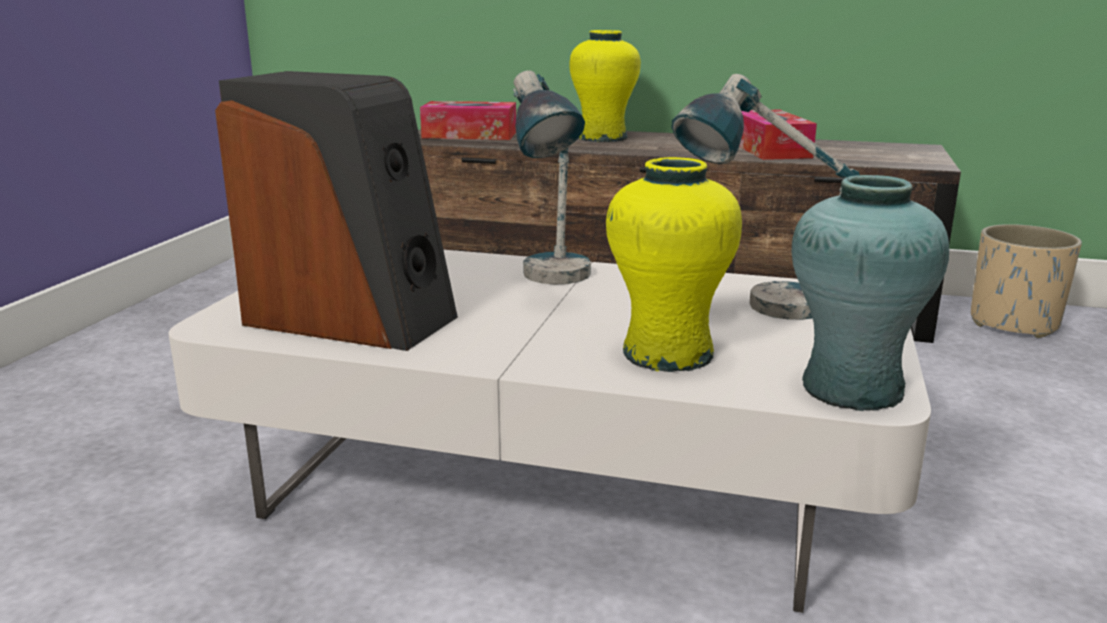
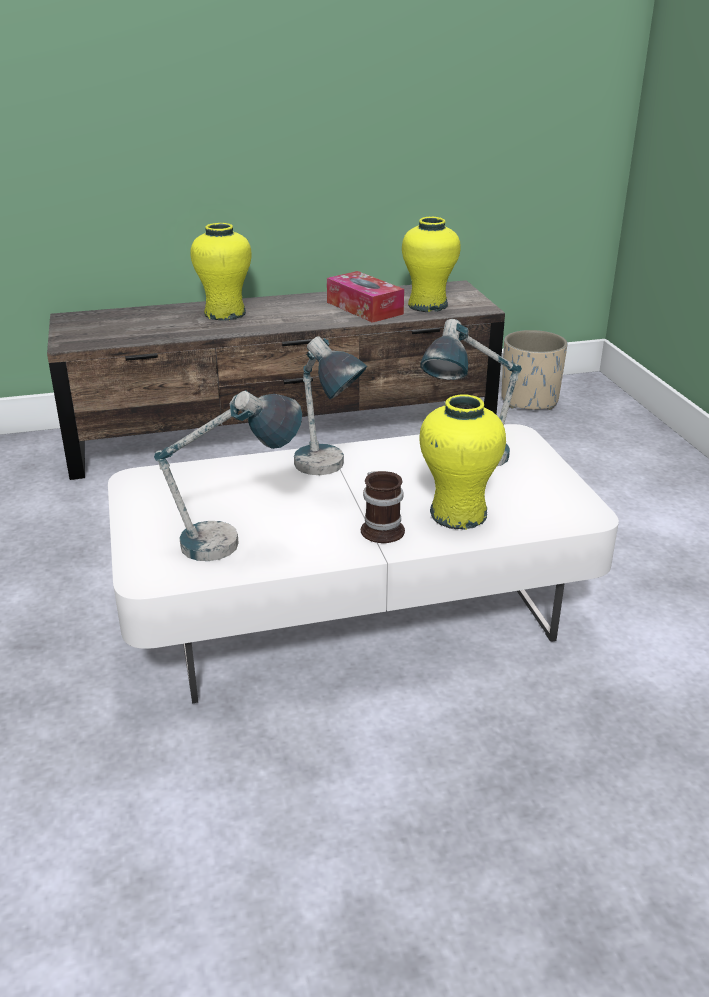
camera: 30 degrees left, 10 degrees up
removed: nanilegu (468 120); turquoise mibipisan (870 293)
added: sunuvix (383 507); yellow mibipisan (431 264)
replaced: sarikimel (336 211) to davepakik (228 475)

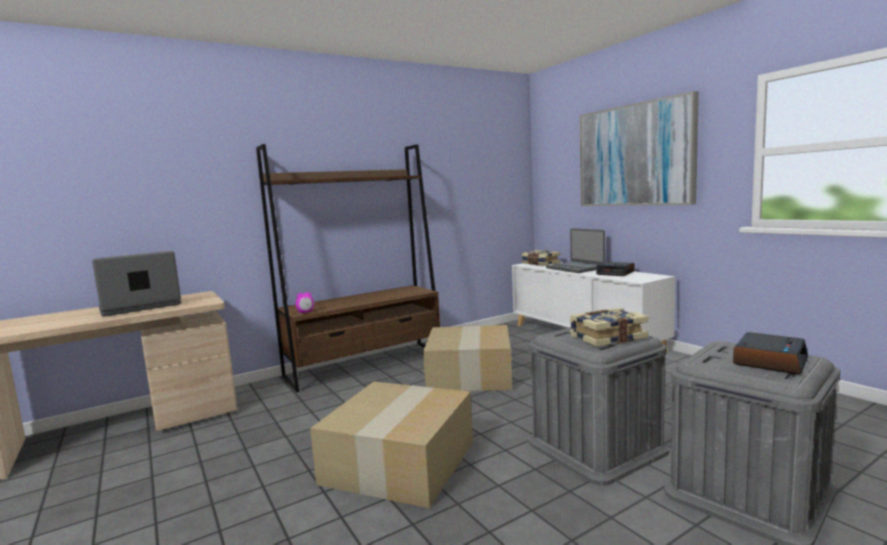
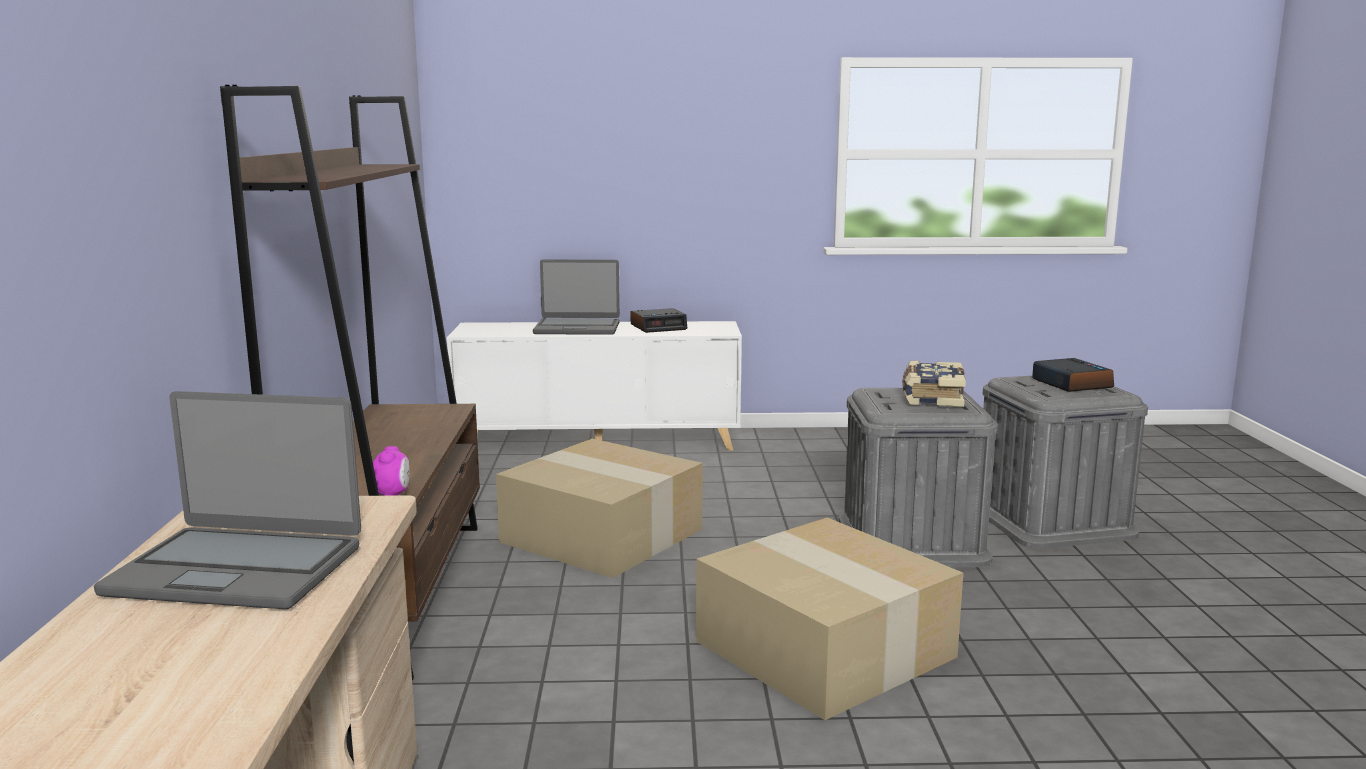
camera: 60 degrees left, 5 degrees up
removed: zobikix (541 258); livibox (639 148)
turned: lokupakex (136 284) = (227 500) 75 degrees counterclockwise

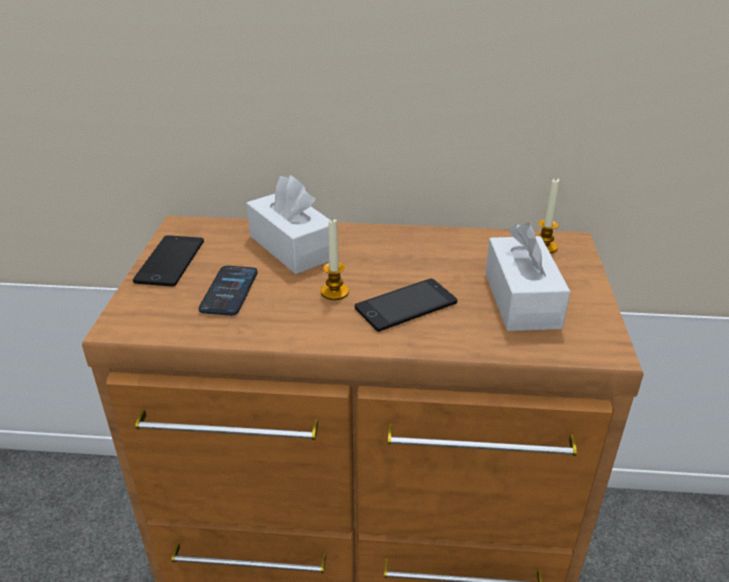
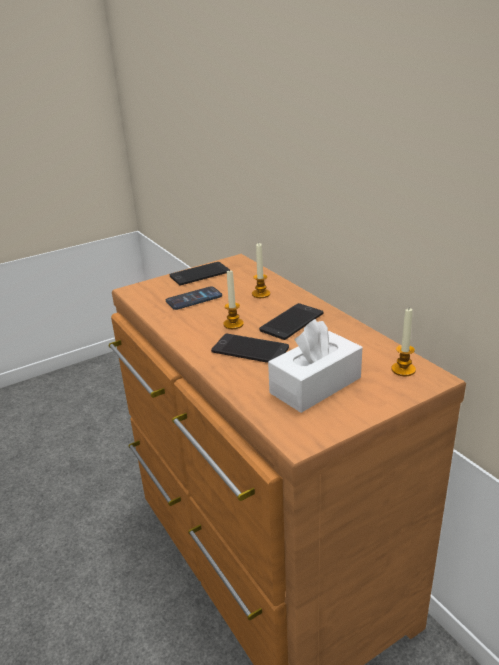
camera: 55 degrees right, 5 degrees down
added: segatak (291 321)
replaced: white nanilegu (288 224) to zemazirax (261 270)

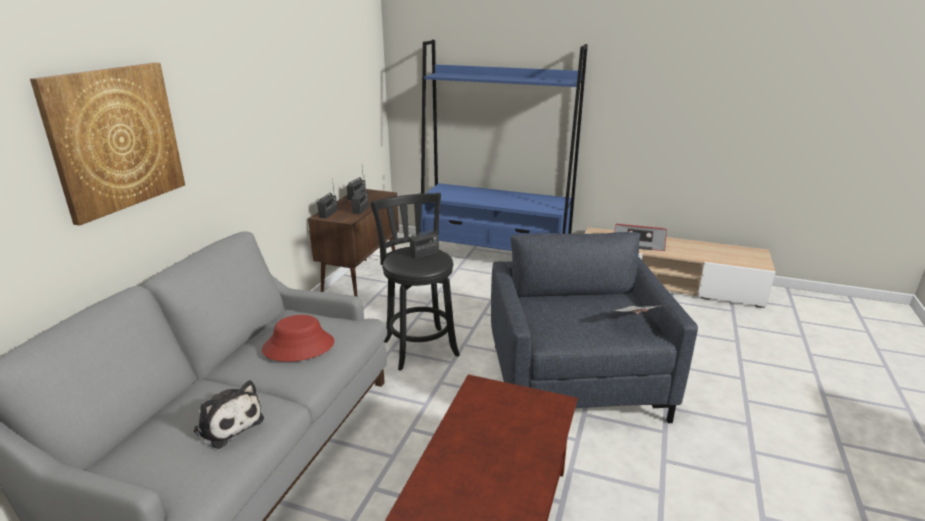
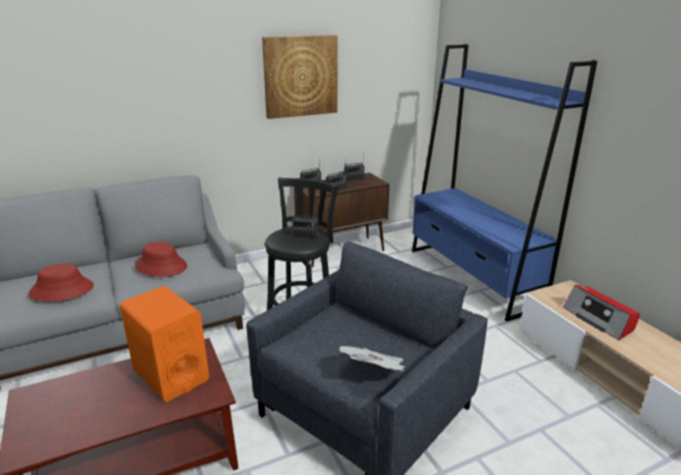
camera: 45 degrees right, 0 degrees up
added: orange sarikimel (164 344)
moved: livibox (107 144) to (300 77)
replaced: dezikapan (229 414) to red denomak (61 282)

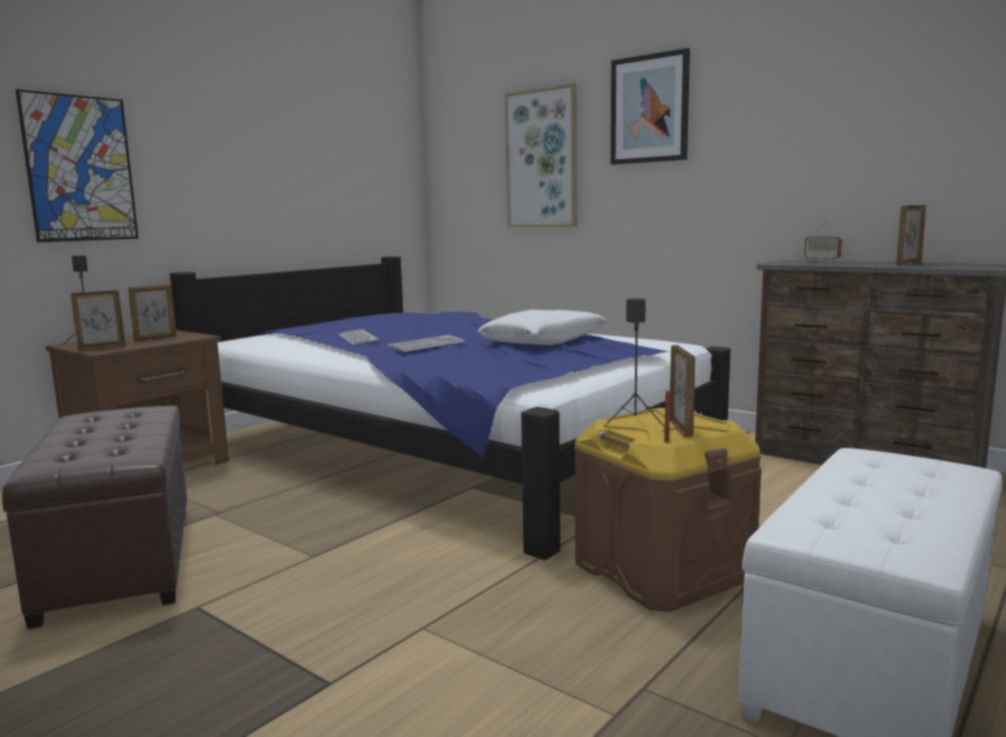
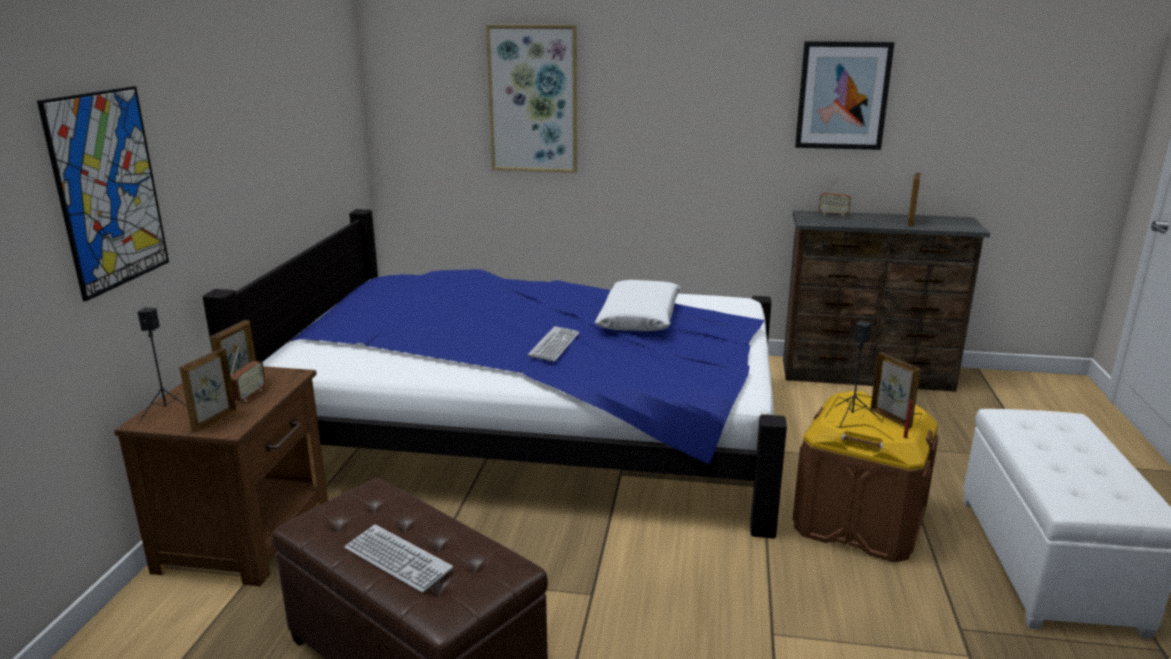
camera: 30 degrees left, 10 degrees up
added: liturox (248 374)
moved: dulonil (359 337) to (398 559); livibox (650 106) to (845 95)

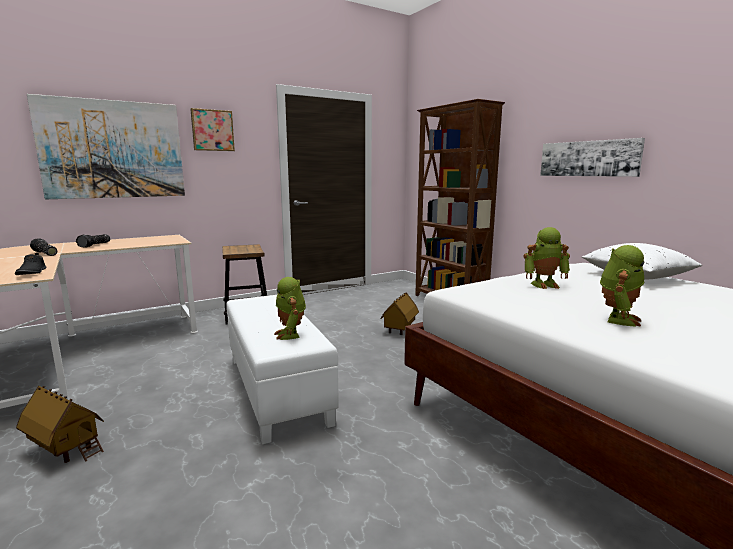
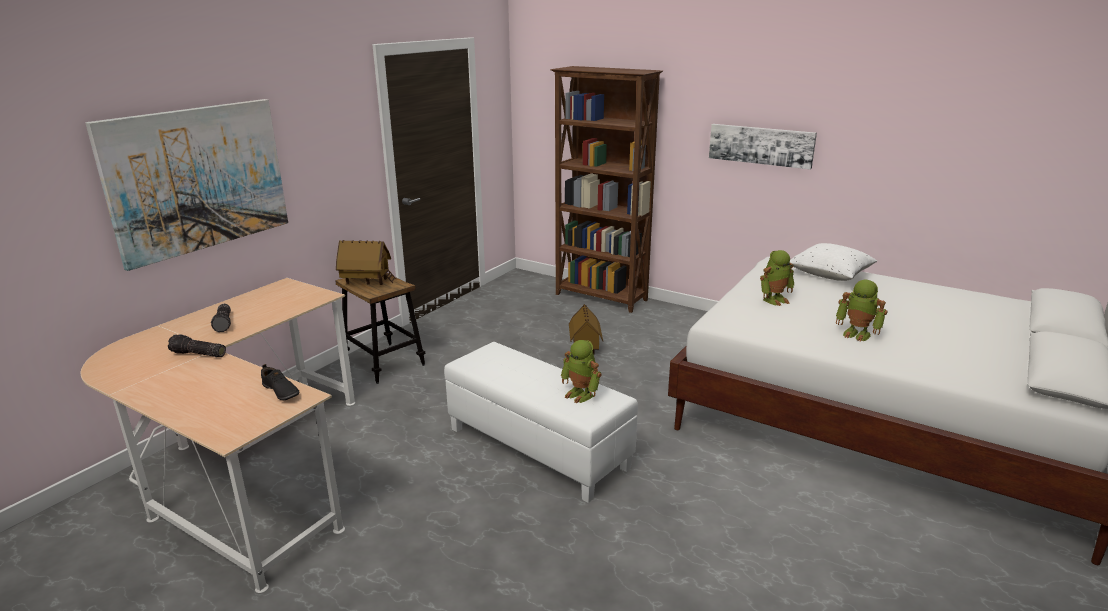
camera: 25 degrees left, 10 degrees up
removed: livibox (212 129)
moved: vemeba (60 424) to (366 262)
turned: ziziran (622 286) = (862 311) 120 degrees clockwise

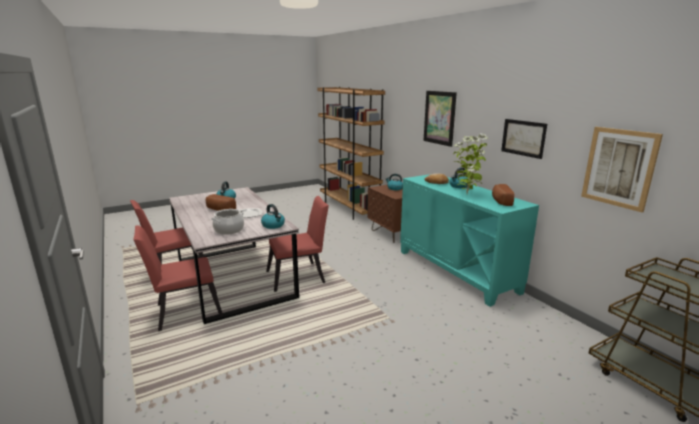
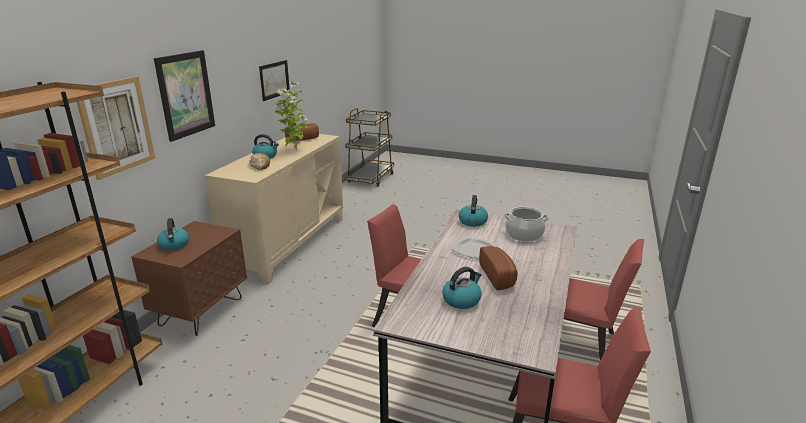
camera: 130 degrees left, 5 degrees up
moved: livibox (622 169) to (116 128)
recoloured: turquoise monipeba (469 240) to beige monipeba (274 209)

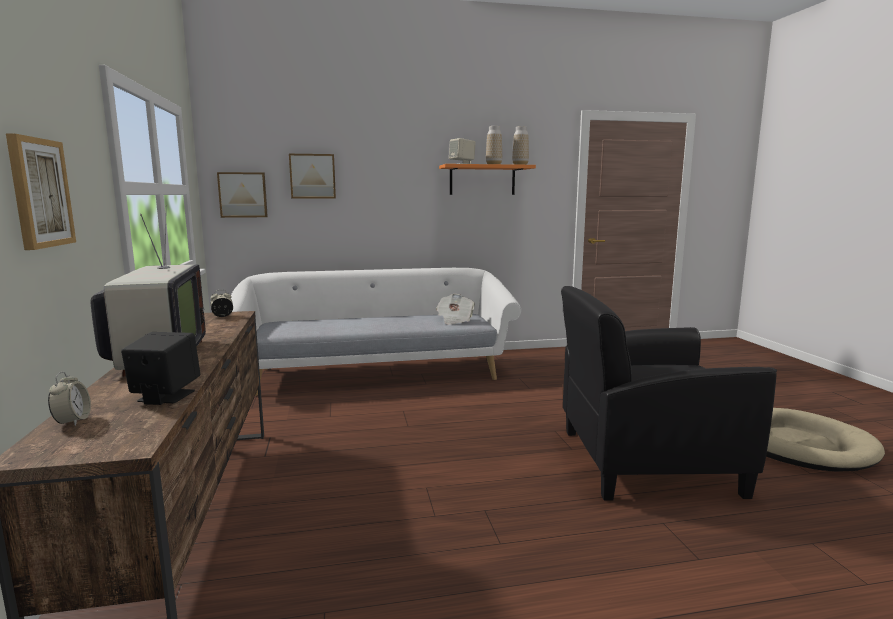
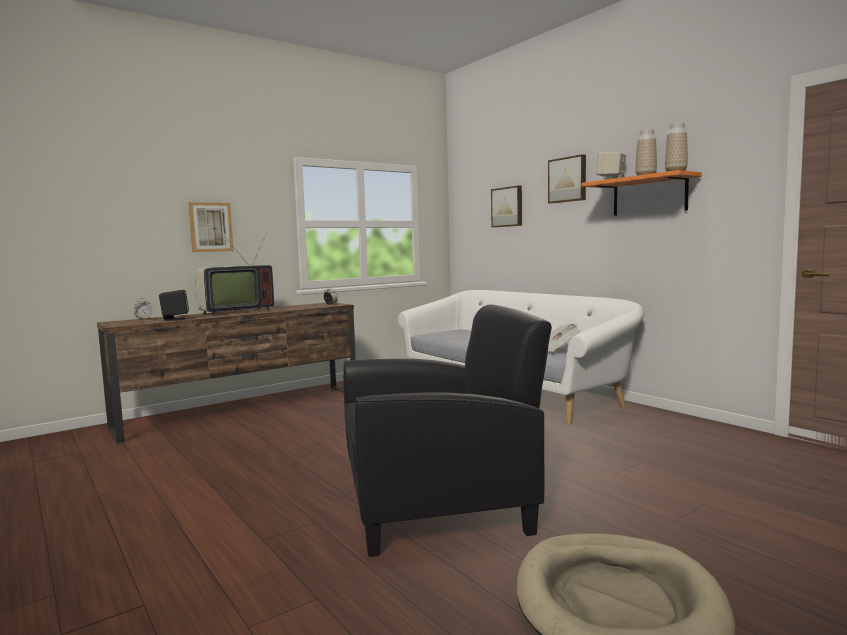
camera: 65 degrees right, 5 degrees down
moved: livibox (242 195) to (567 179)
turned: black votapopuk (669 393) = (447 430) 105 degrees clockwise

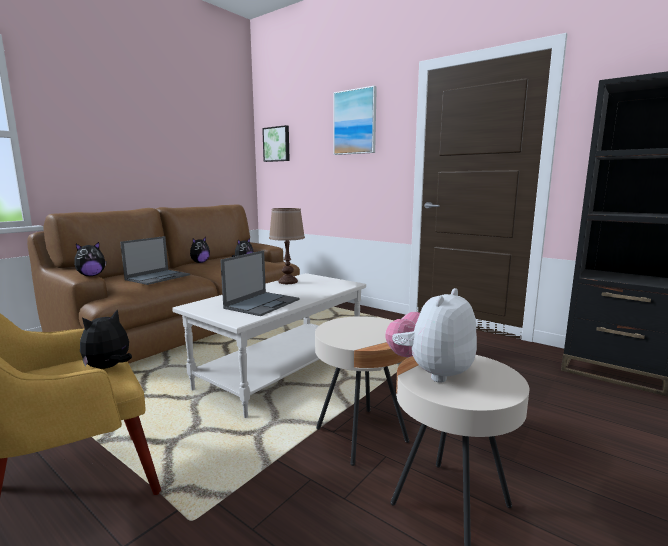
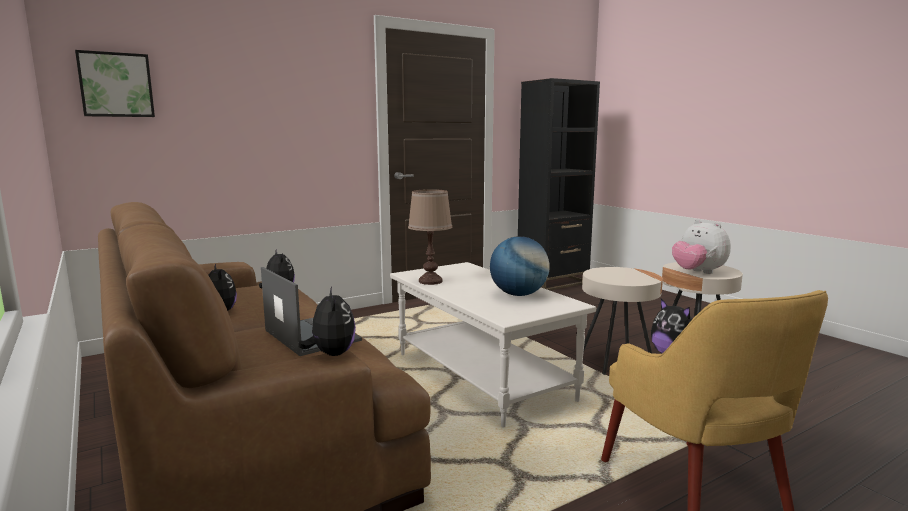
camera: 70 degrees left, 0 degrees up
removed: livibox (355 120)
replaced: lokupakex (259 283) to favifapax (520 266)

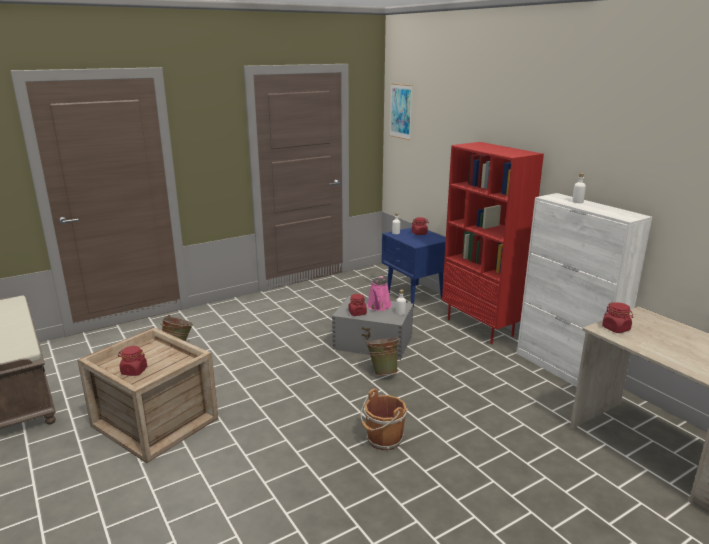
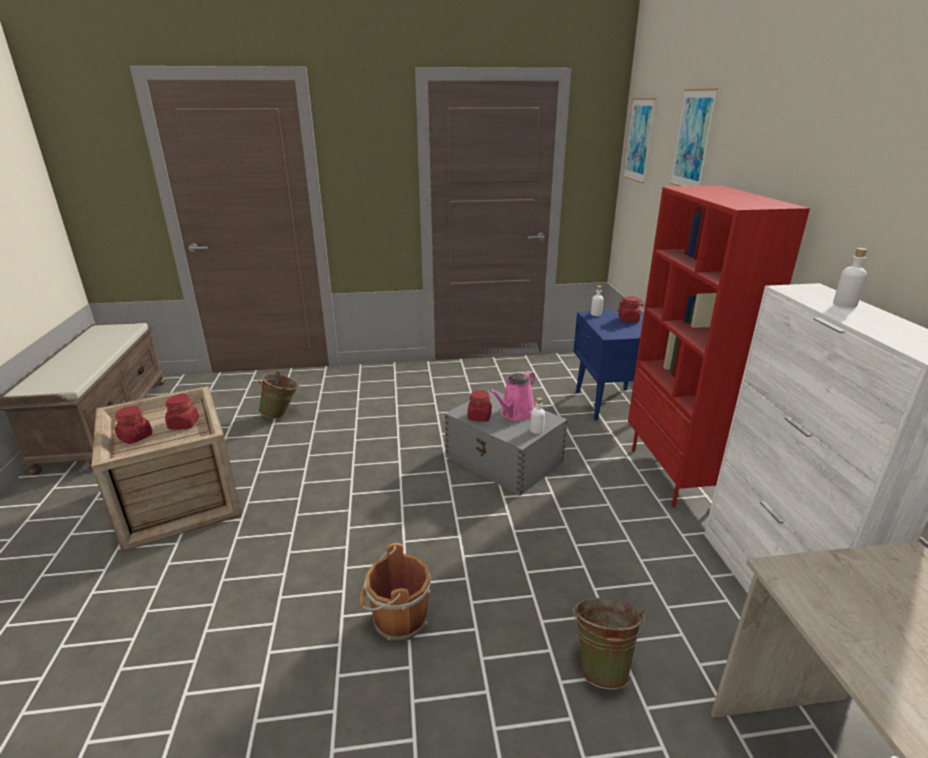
camera: 25 degrees right, 5 degrees up
added: livibox (694 137)
moved: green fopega (383 355) to (609 643); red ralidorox (617 317) to (182 412)

